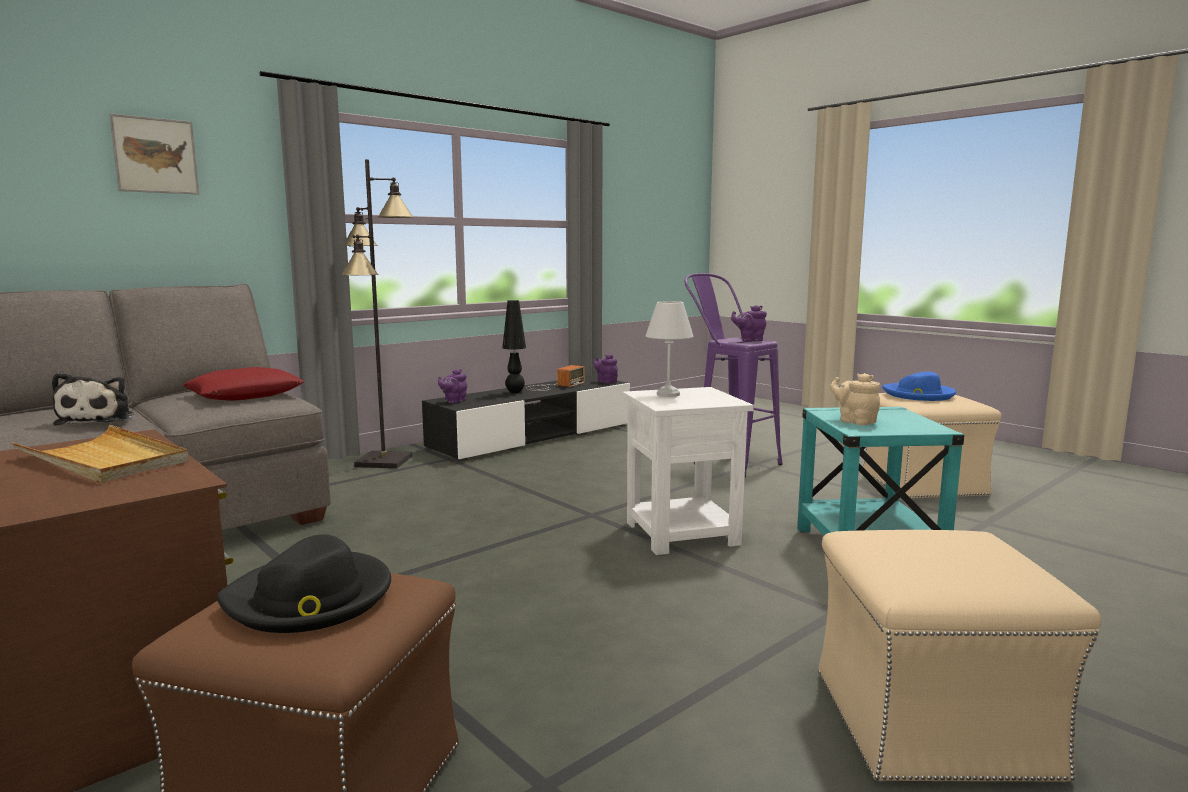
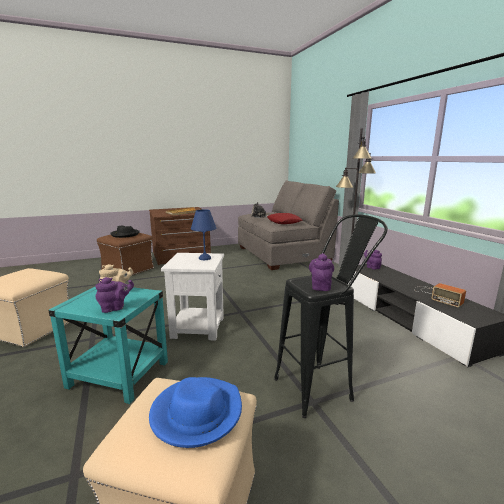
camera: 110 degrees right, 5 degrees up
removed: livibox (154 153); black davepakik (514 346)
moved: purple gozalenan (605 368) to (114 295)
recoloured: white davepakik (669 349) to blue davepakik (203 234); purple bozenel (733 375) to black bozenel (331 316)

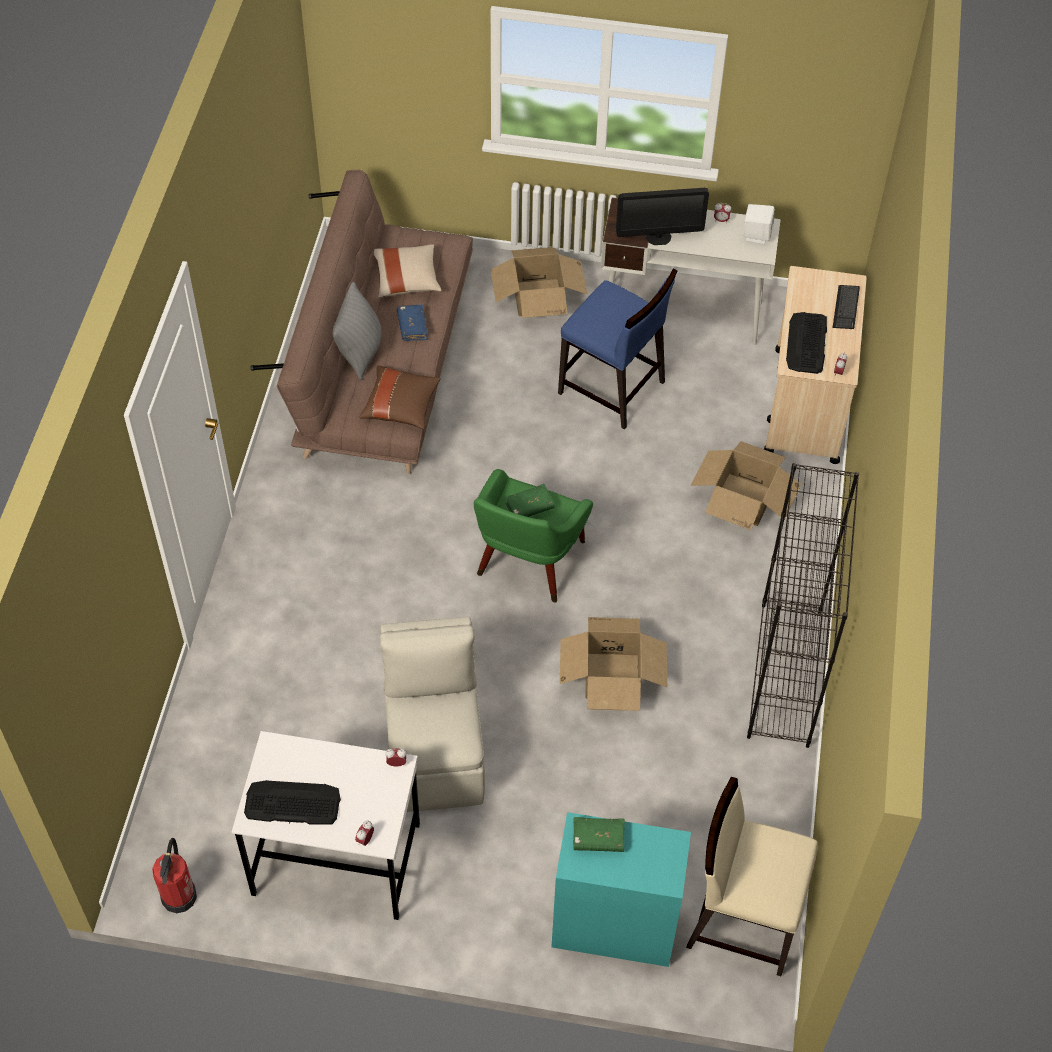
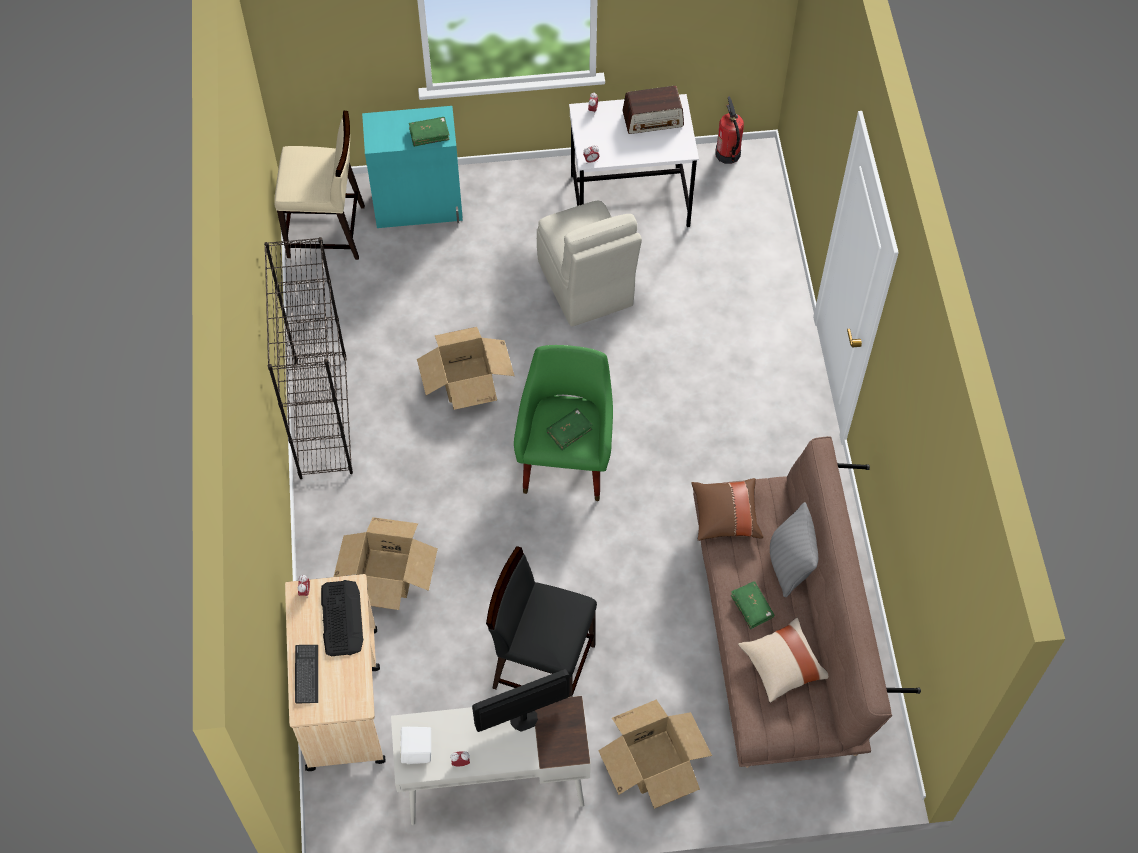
camera: 165 degrees right, 5 degrees up
replaced: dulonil (292 802) to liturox (653 110)
recoloured: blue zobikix (412 323) to green zobikix (753 605); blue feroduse (617 348) to black feroduse (541 621)

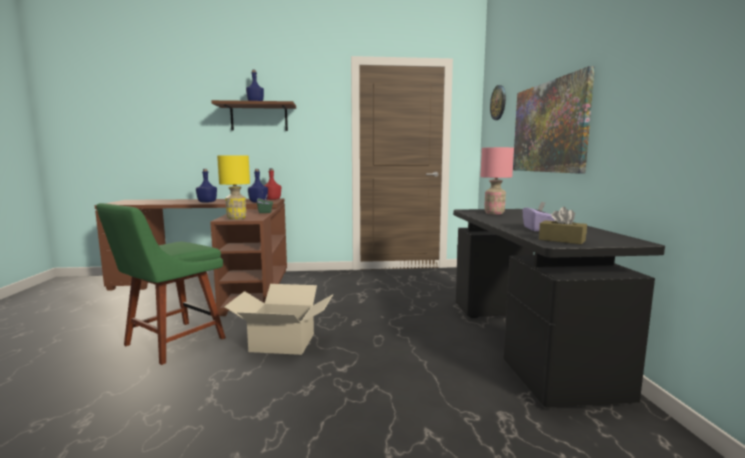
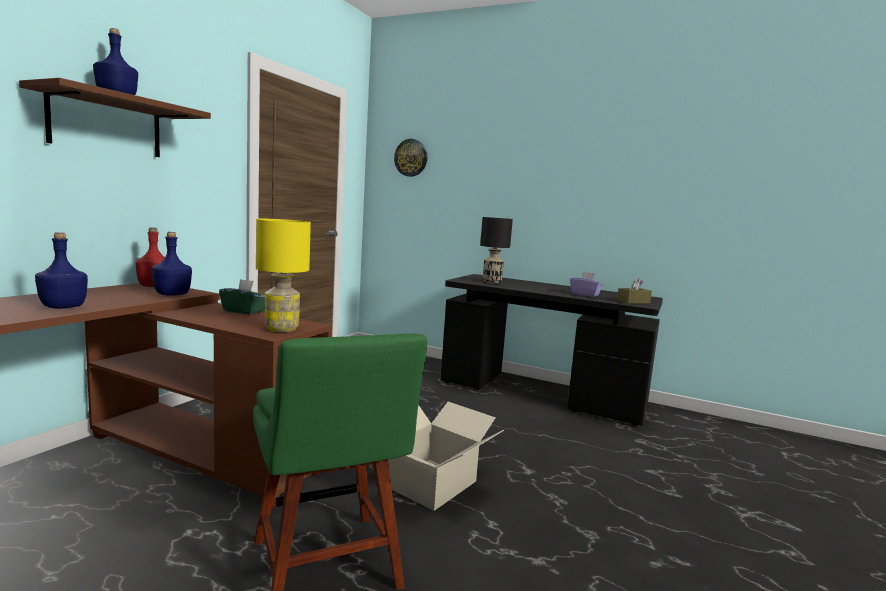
camera: 60 degrees left, 0 degrees up
removed: livibox (554 120)
recoloured: pink davepakik (497 181) to black davepakik (496 250)

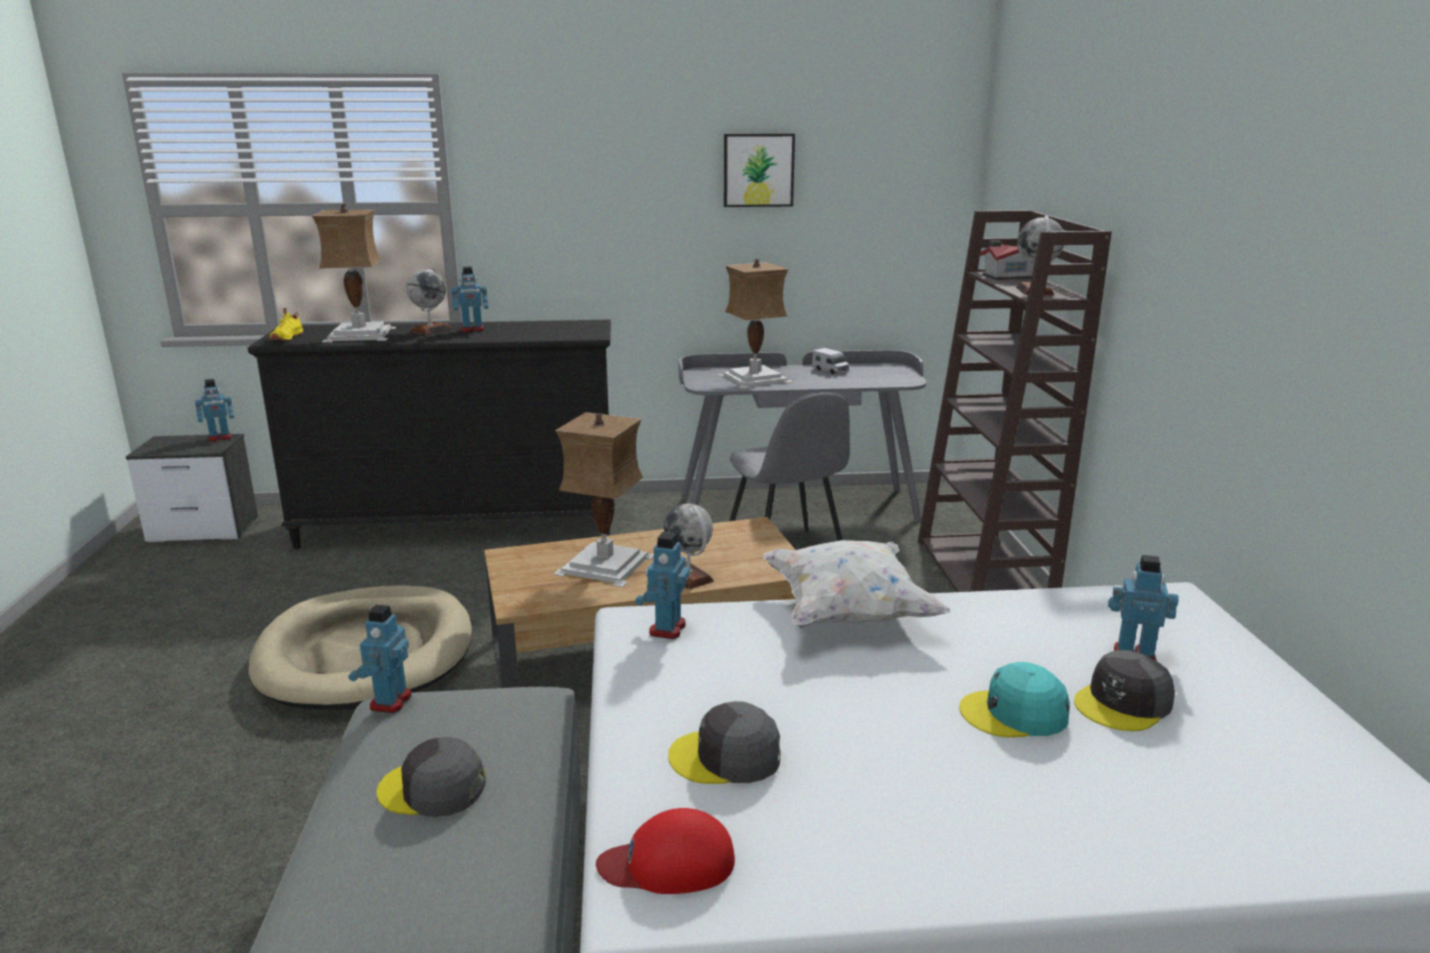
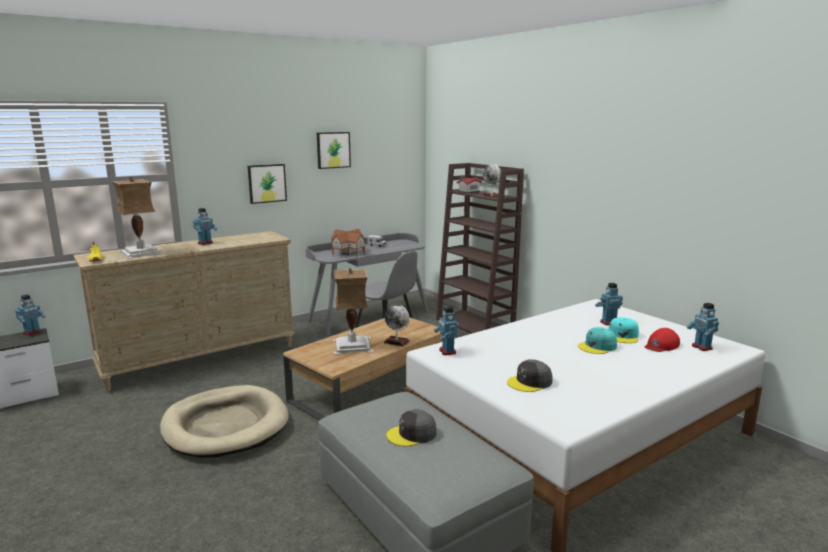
camera: 30 degrees left, 5 degrees down
removed: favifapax (429 301); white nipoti (857 584)
added: livibox (267 184)
moved: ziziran (380 659) to (703 327); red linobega (665 851) to (662 340)
replaced: davepakik (755 324) to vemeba (348 243)
recoloured: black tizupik (430 434) to beige tizupik (184 311); grey linobega (1124 690) to turquoise linobega (623 330)

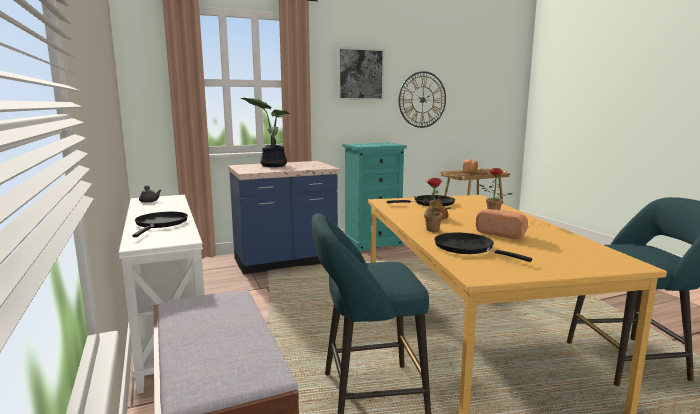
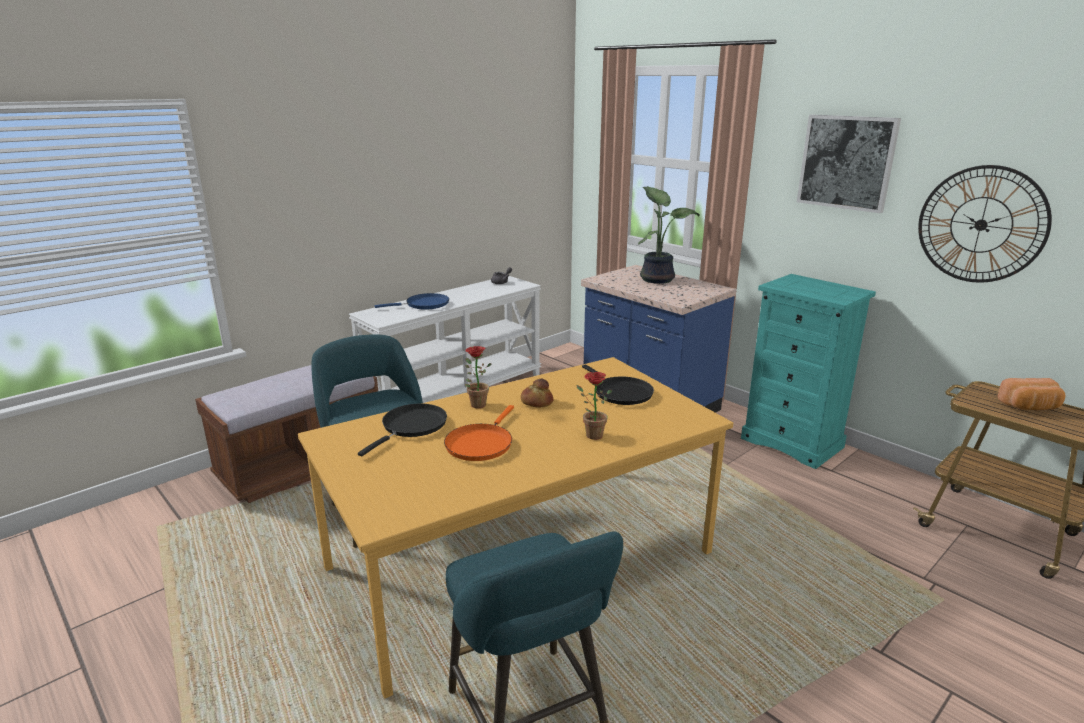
camera: 70 degrees right, 10 degrees up
replaced: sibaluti (502 224) to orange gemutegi (479 433)
recoloured: black gemutegi (160 224) to blue gemutegi (412 301)

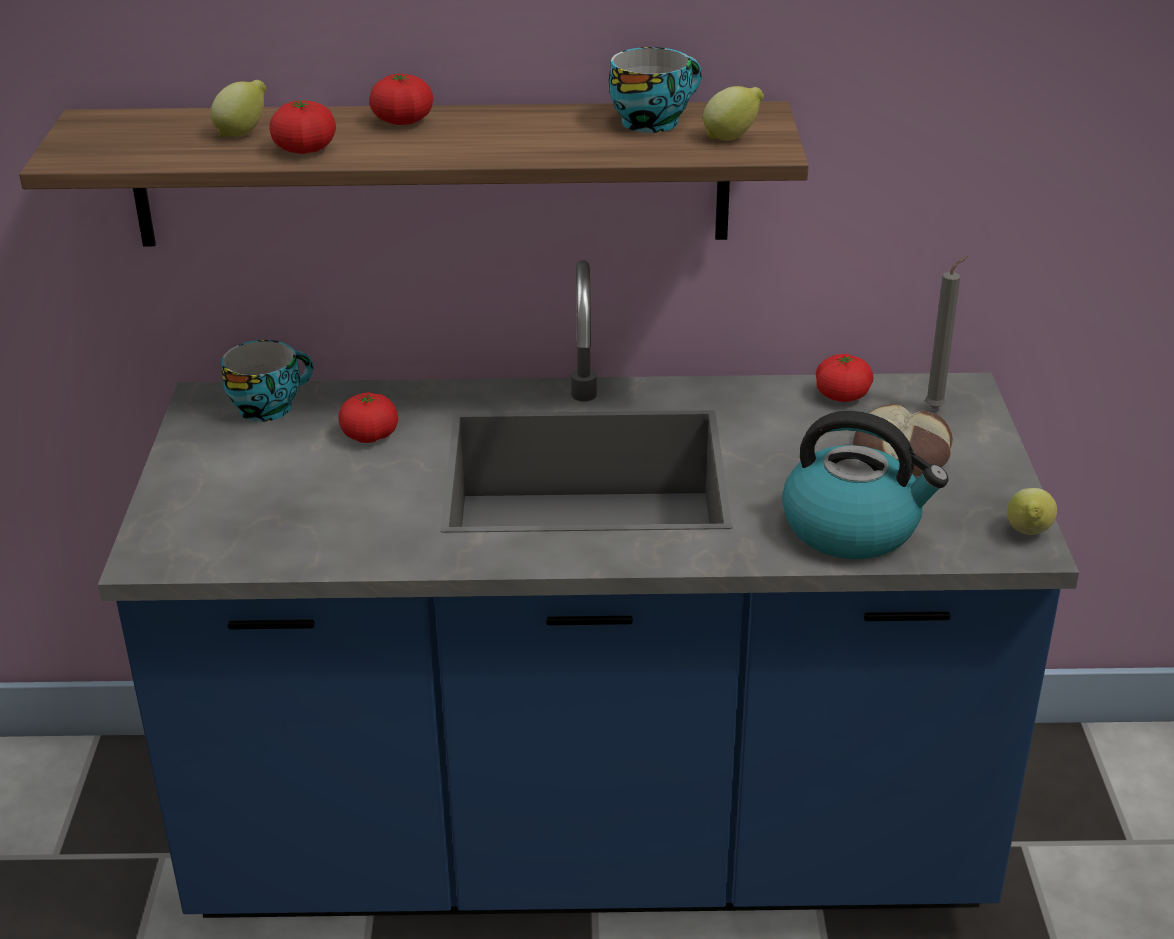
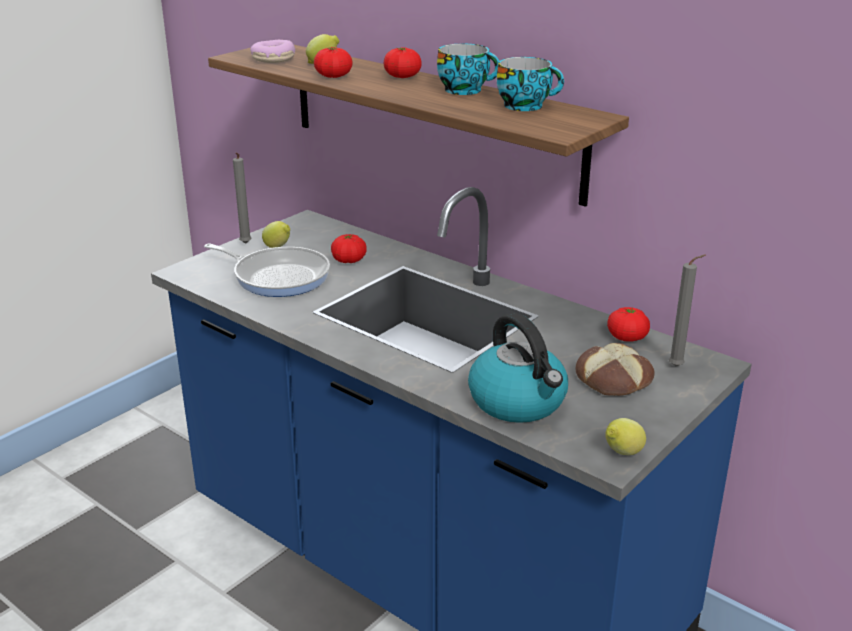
camera: 40 degrees right, 5 degrees down
added: gemutegi (267 270); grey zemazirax (242 198); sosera (273 51)
moved: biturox (267 381) to (468 69); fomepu (733 113) to (276 234)

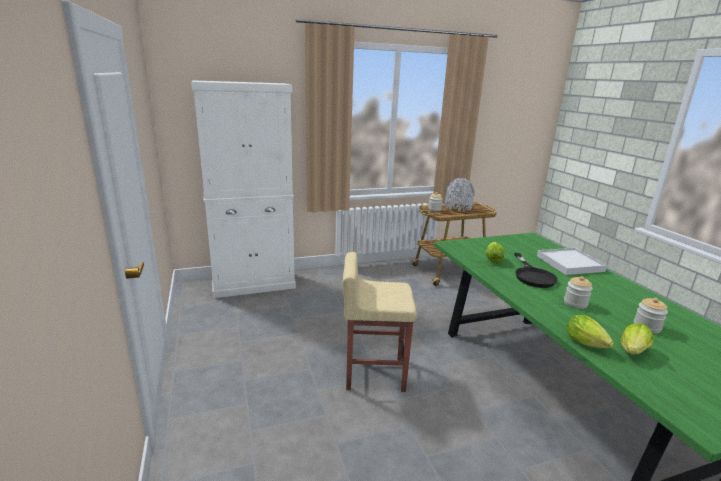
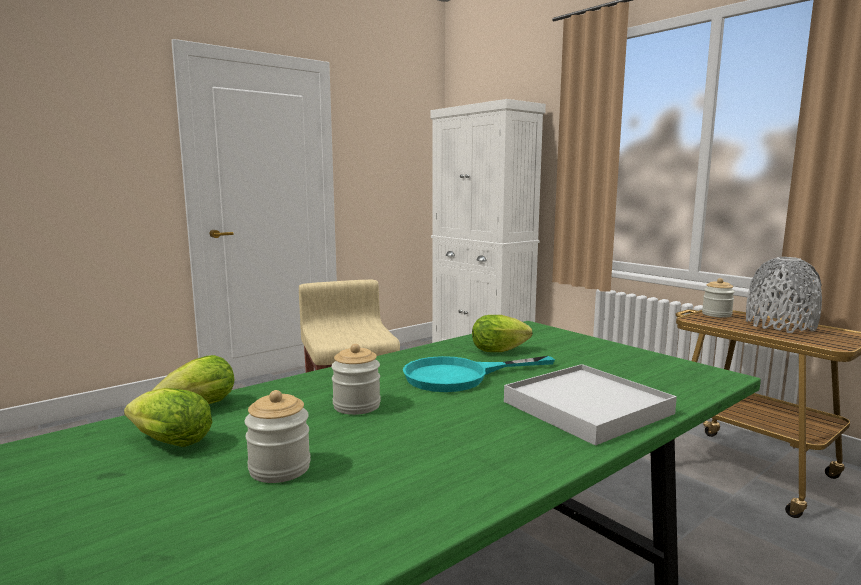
camera: 70 degrees right, 10 degrees down
recoloured: black gemutegi (536 270) to turquoise gemutegi (479 374)

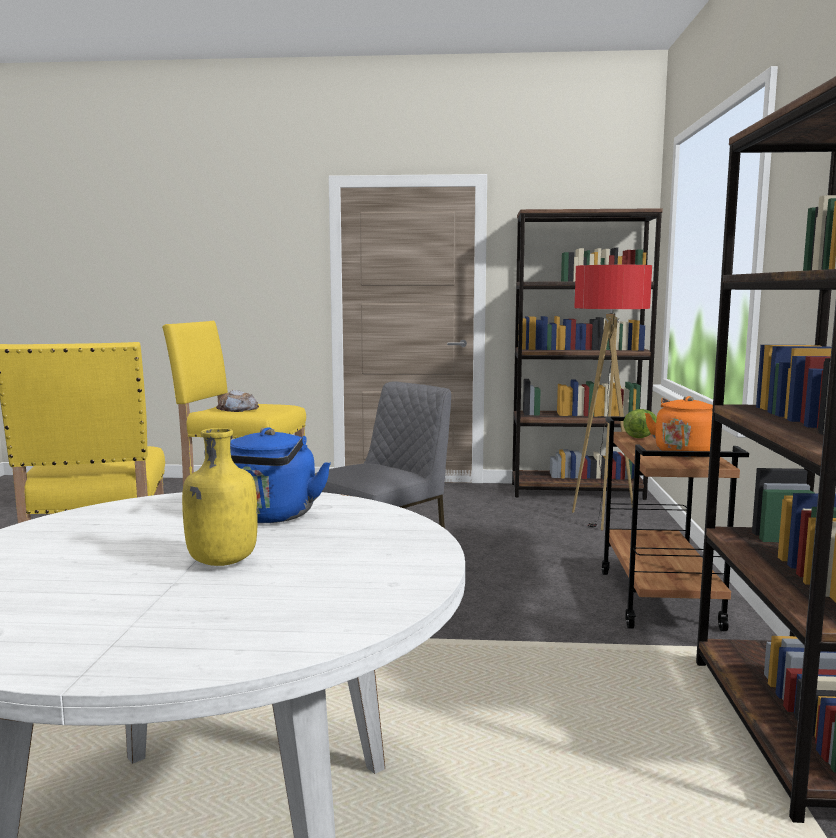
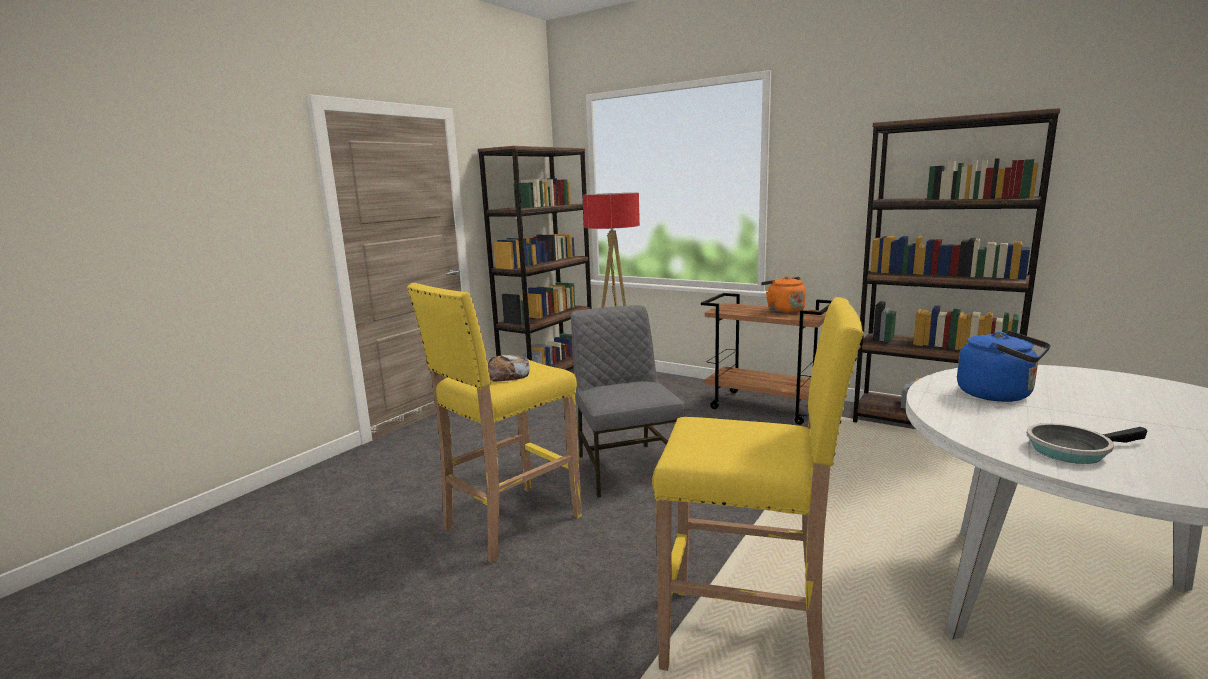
camera: 60 degrees left, 5 degrees up
removed: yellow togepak (220 497); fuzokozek (640 423)
added: gemutegi (1087 443)

